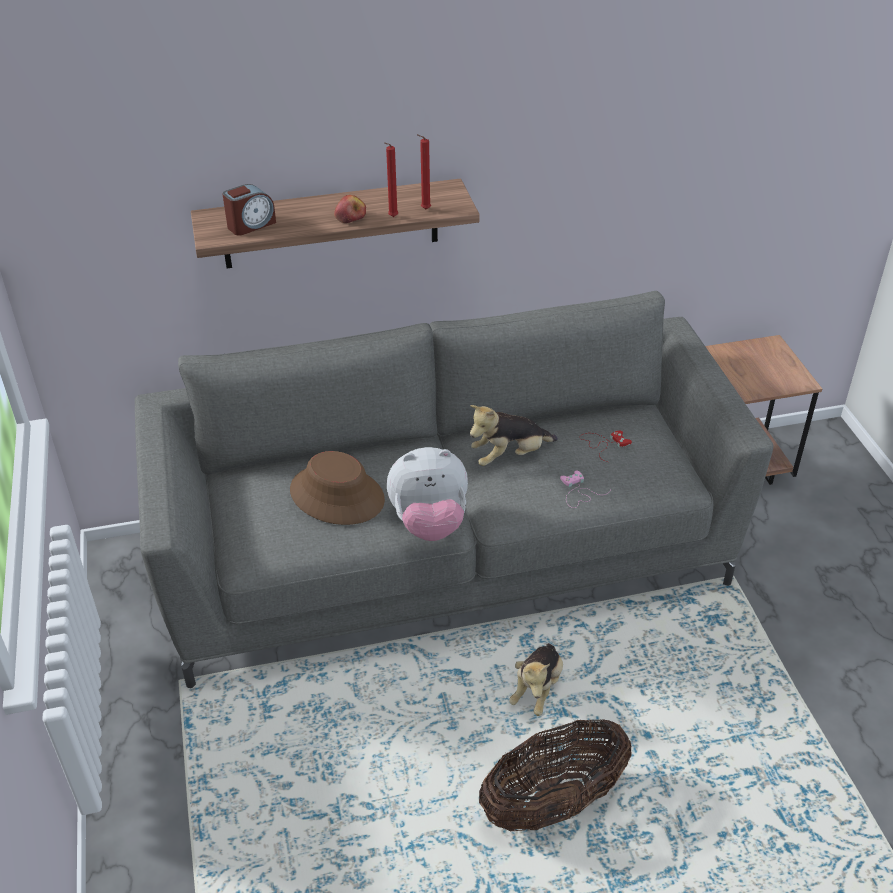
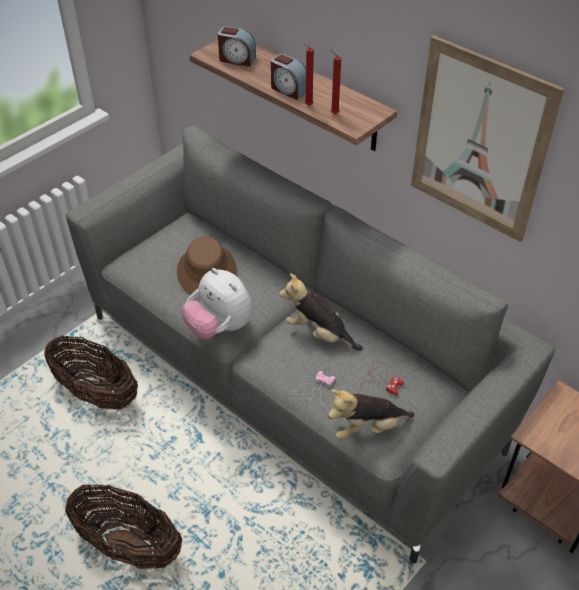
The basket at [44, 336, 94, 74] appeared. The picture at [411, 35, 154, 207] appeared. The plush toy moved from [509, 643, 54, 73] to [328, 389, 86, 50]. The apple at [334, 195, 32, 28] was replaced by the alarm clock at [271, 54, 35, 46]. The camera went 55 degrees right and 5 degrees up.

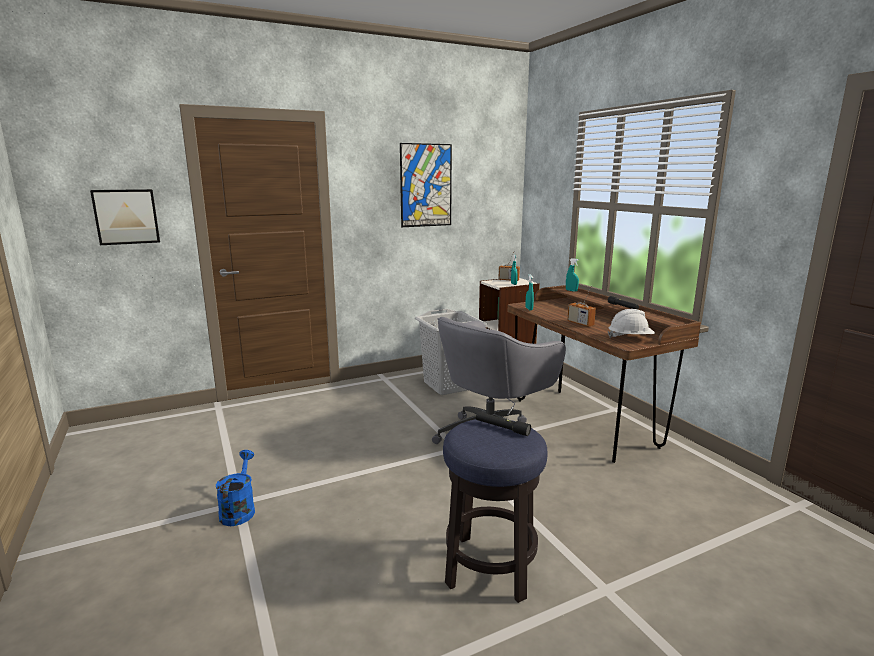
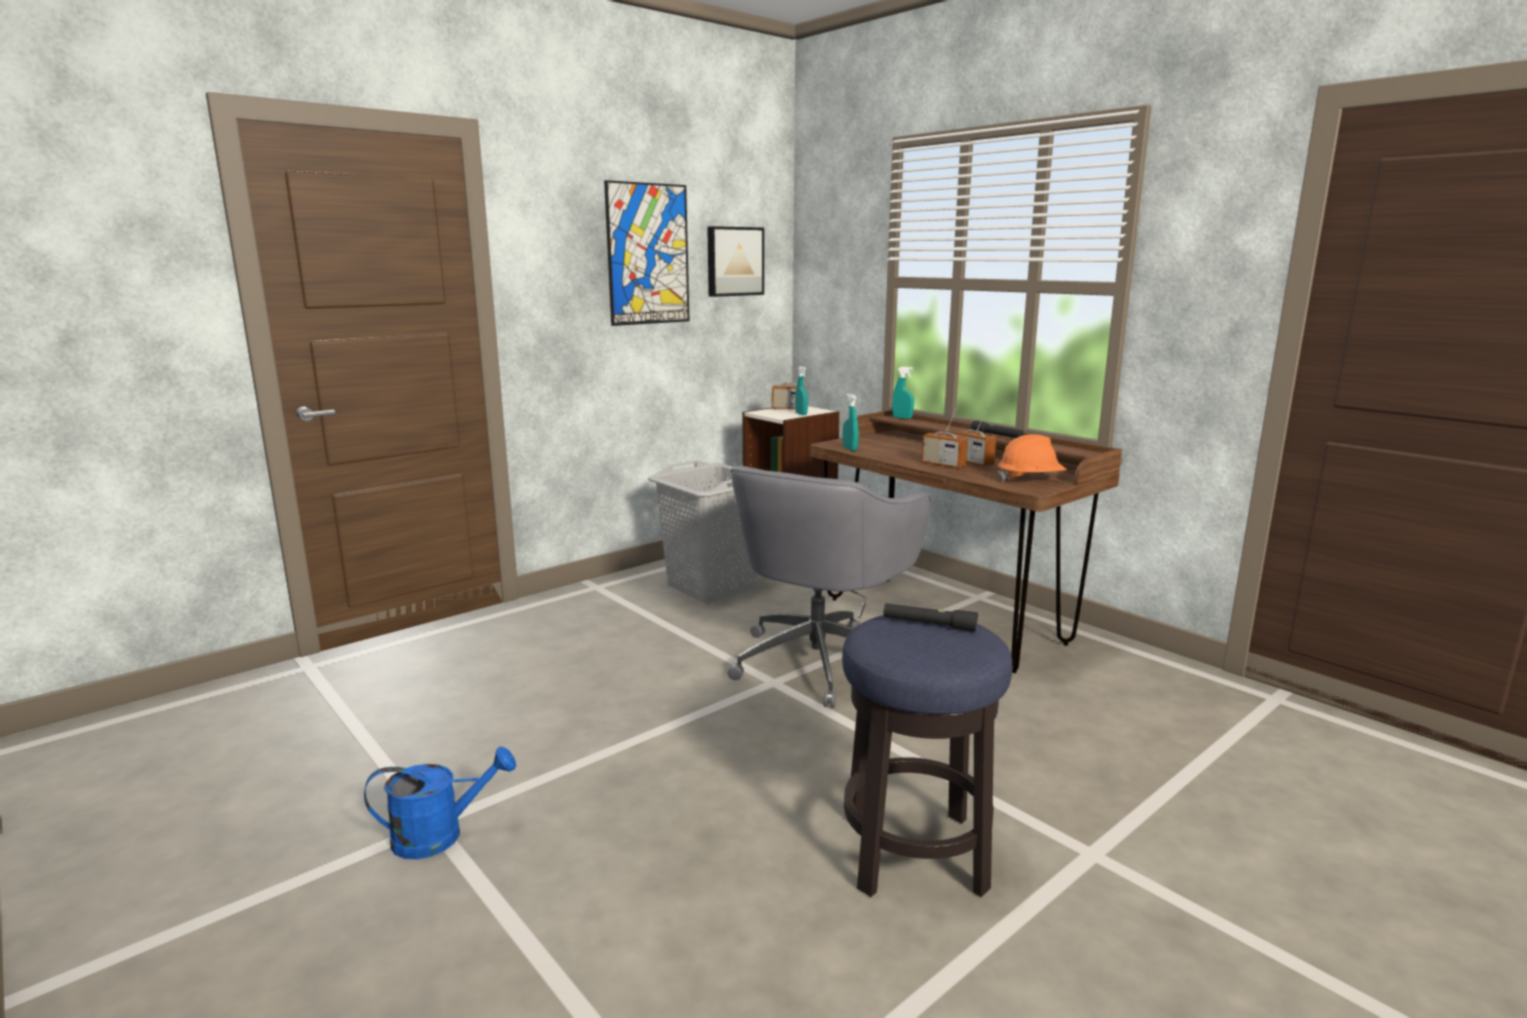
The radio at [954, 403, 42, 63] appeared. The picture moved from [90, 189, 70, 56] to [707, 226, 57, 71]. The white hard hat at [608, 309, 47, 29] became the orange hard hat at [998, 434, 69, 48]. The blue watering can at [216, 450, 39, 76] turned 90 degrees clockwise. The camera went 15 degrees left and 0 degrees up.

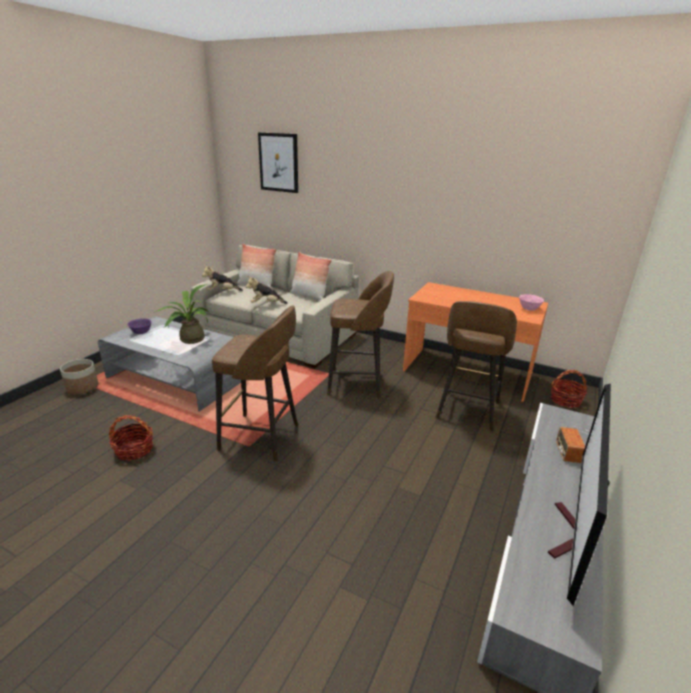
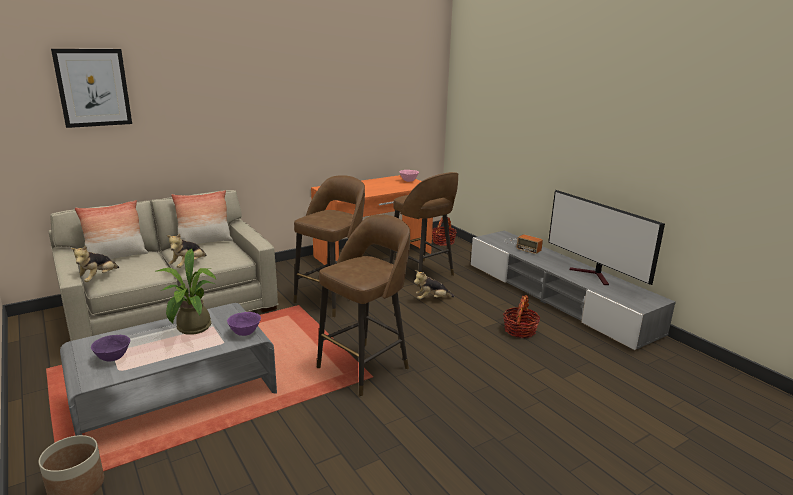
The purple bowl at [227, 312, 34, 24] appeared. The plush toy at [414, 270, 40, 29] appeared. The basket moved from [109, 415, 44, 46] to [503, 295, 38, 43]. The camera went 60 degrees left and 5 degrees down.

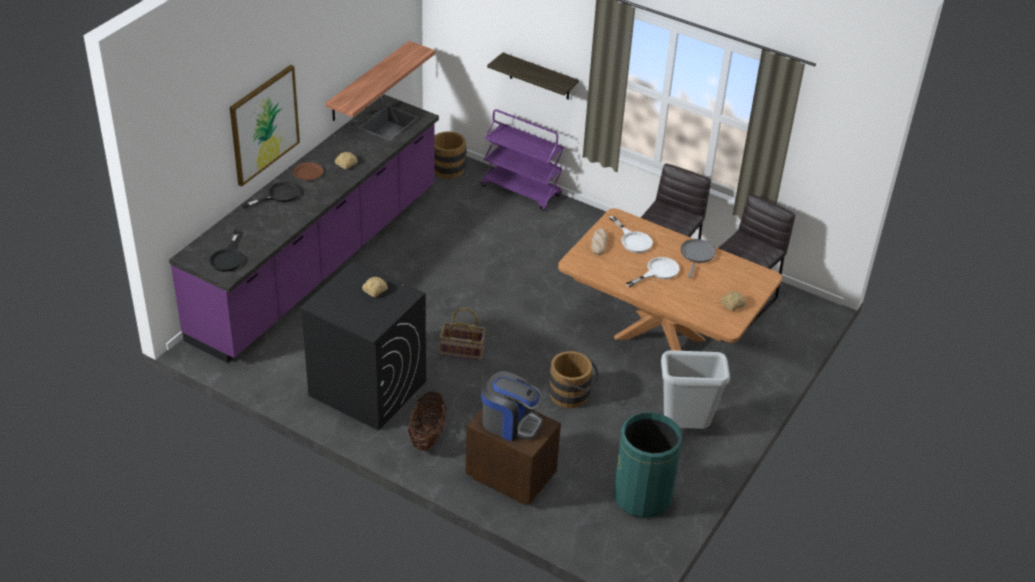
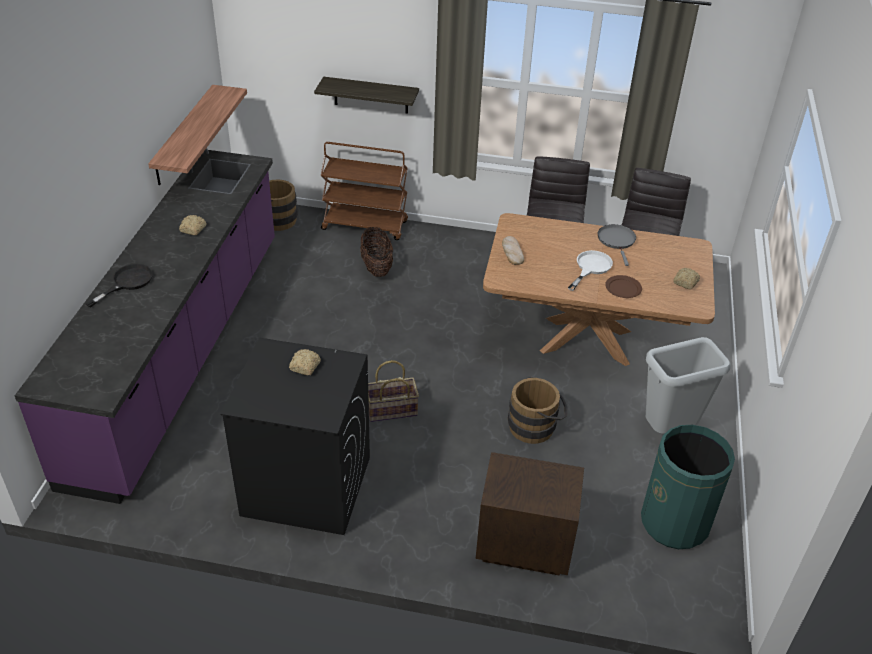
The black frying pan at [209, 229, 34, 43] disappeared. The picture at [230, 65, 70, 122] disappeared. The coffee machine at [481, 368, 62, 73] disappeared. The white frying pan at [610, 216, 43, 37] disappeared. The brown plate moved from [293, 162, 30, 18] to [605, 275, 37, 23]. The basket moved from [408, 391, 39, 60] to [360, 226, 33, 51]. The purple cart at [481, 109, 83, 102] became the brown cart at [321, 142, 87, 98]. The camera went 20 degrees left and 0 degrees up.

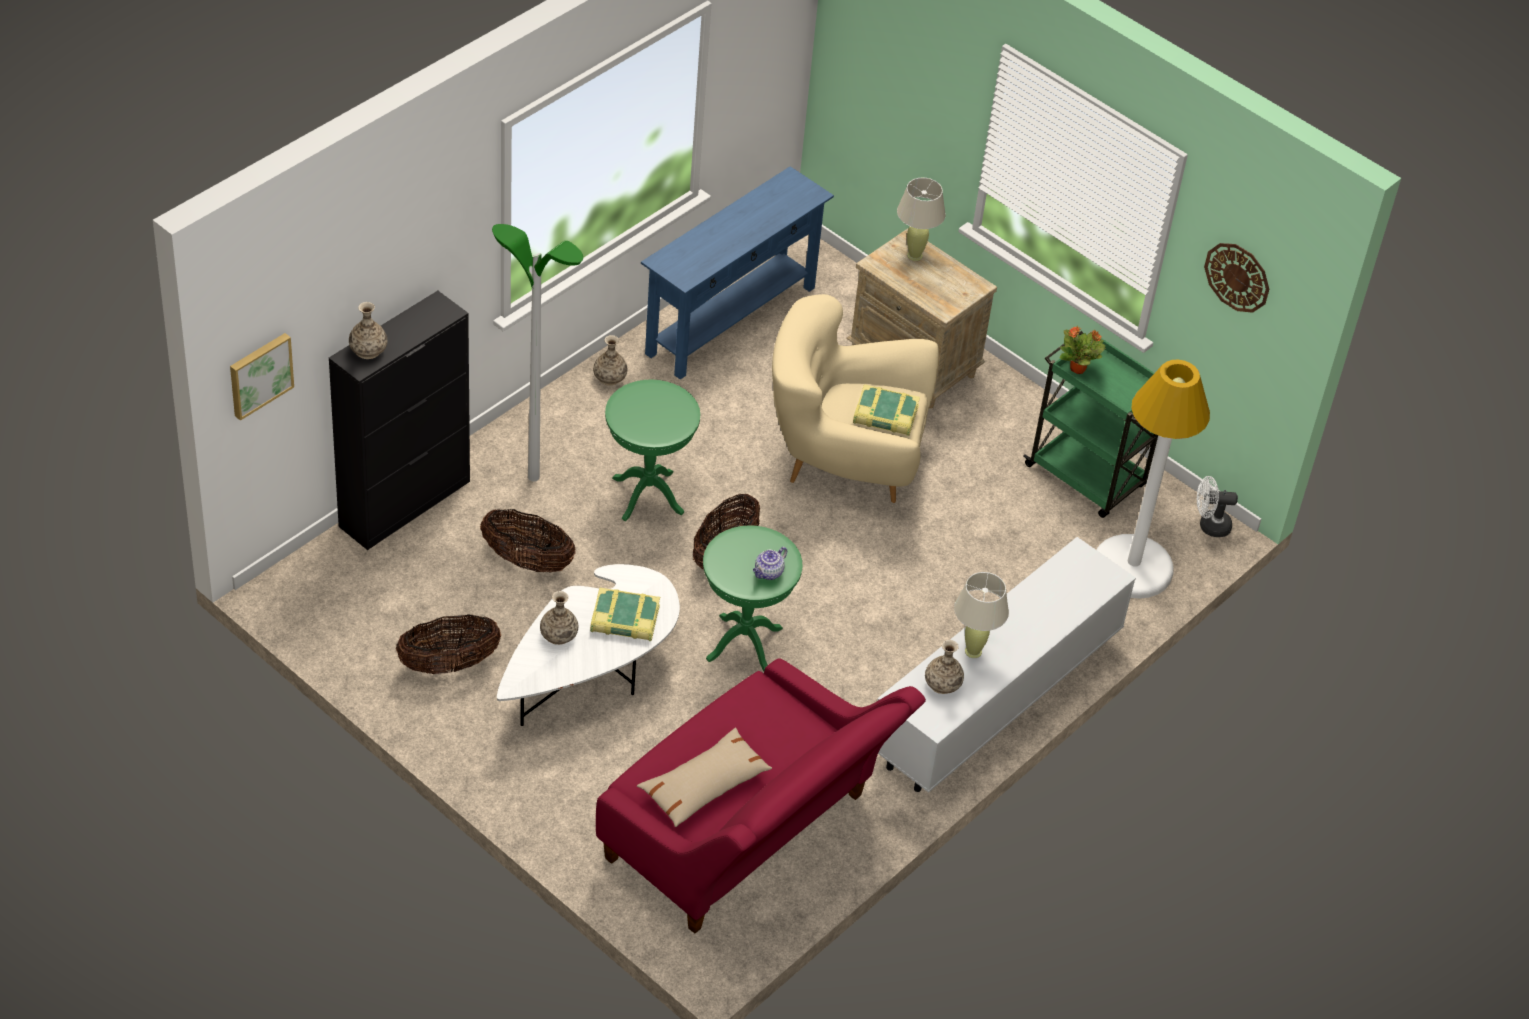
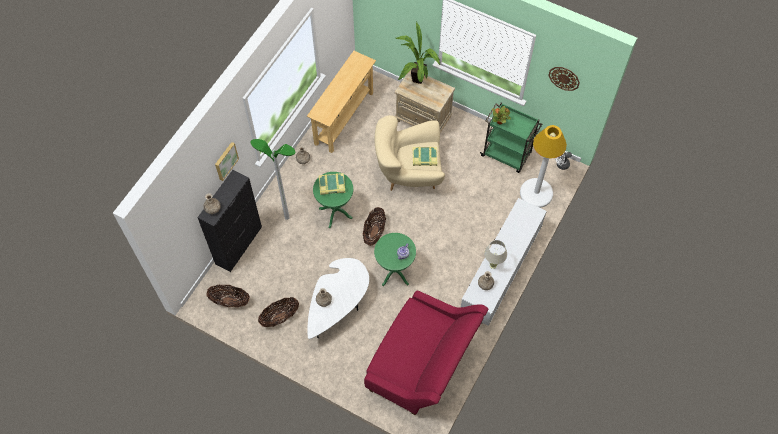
The beige pillow at [637, 728, 135, 99] disappeared. The picture moved from [230, 333, 64, 88] to [215, 142, 24, 39]. The basket moved from [480, 509, 95, 63] to [206, 285, 44, 23]. The book moved from [590, 587, 70, 54] to [319, 173, 27, 22]. The beige table lamp at [897, 178, 49, 83] was replaced by the potted plant at [396, 22, 44, 62]. The blue console table at [641, 166, 193, 214] became the beige console table at [307, 51, 69, 102]. The camera went 10 degrees left and 15 degrees up.

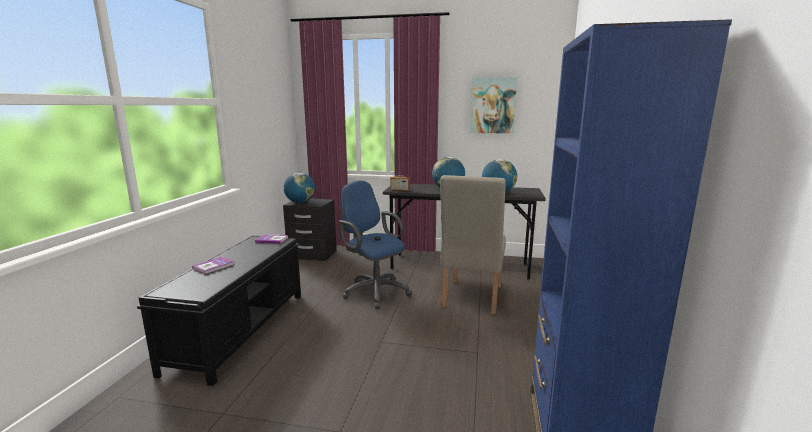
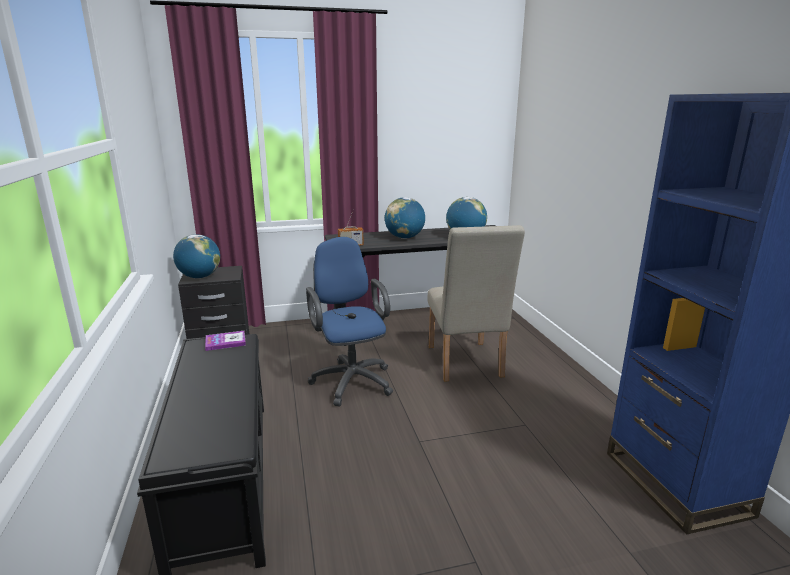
The book at [192, 257, 43, 17] disappeared. The picture at [470, 77, 47, 57] disappeared. The blue office chair at [339, 180, 73, 129] turned 45 degrees clockwise. The camera went 25 degrees left and 5 degrees up.

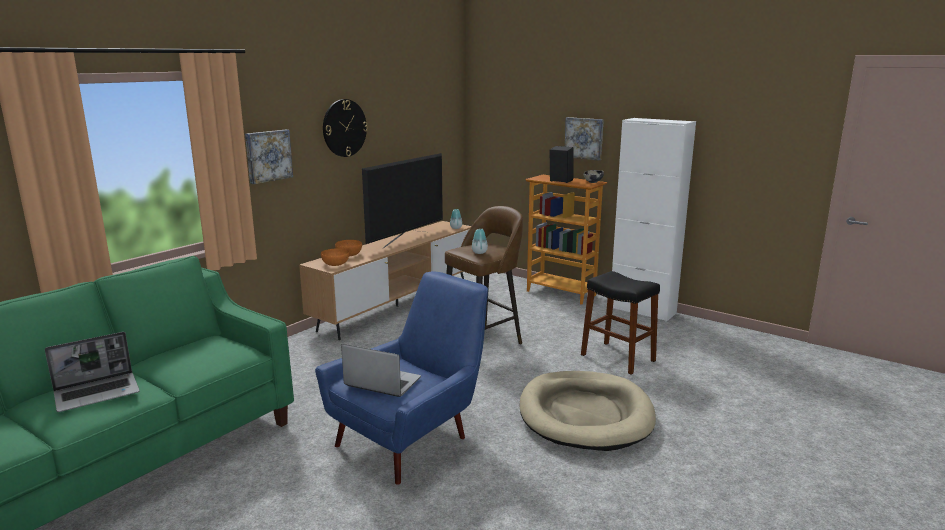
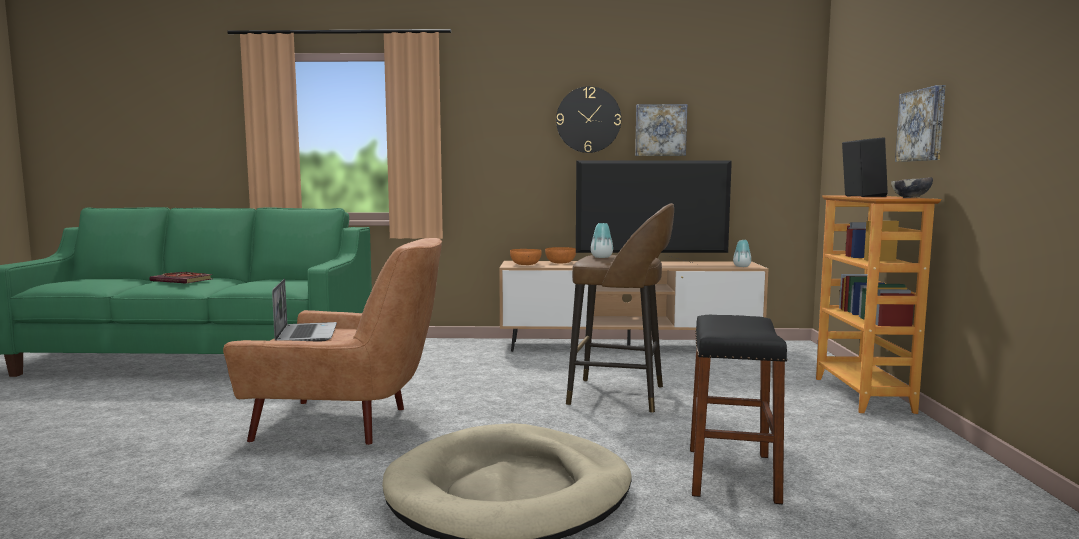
The white cabinet at [612, 118, 84, 204] disappeared. The picture moved from [245, 129, 48, 55] to [635, 104, 52, 52]. The laptop at [45, 332, 95, 80] was replaced by the book at [149, 272, 64, 11]. The blue armchair at [315, 271, 173, 214] became the brown armchair at [223, 238, 219, 207]. The camera went 55 degrees right and 10 degrees down.

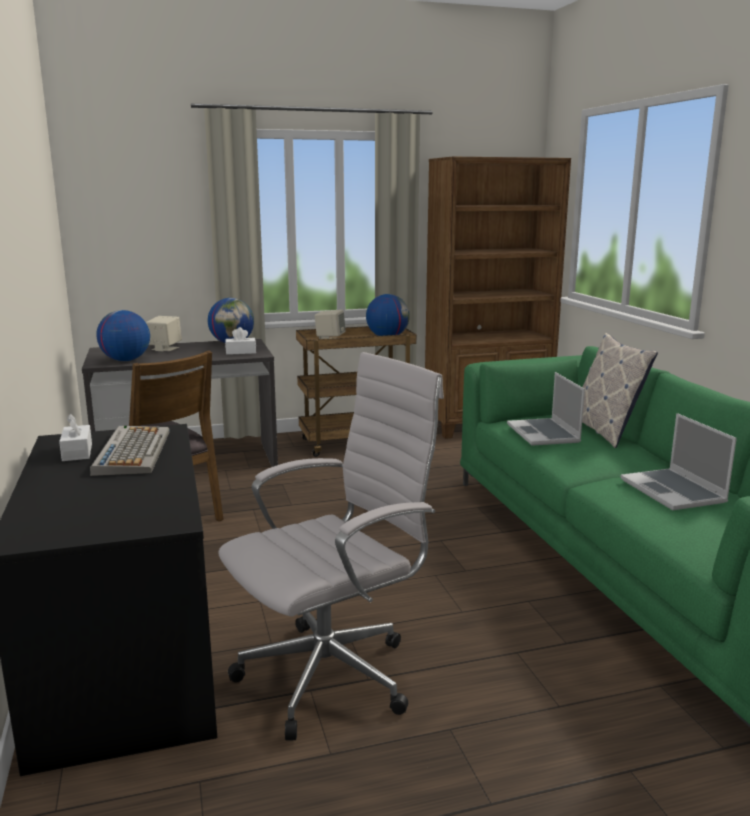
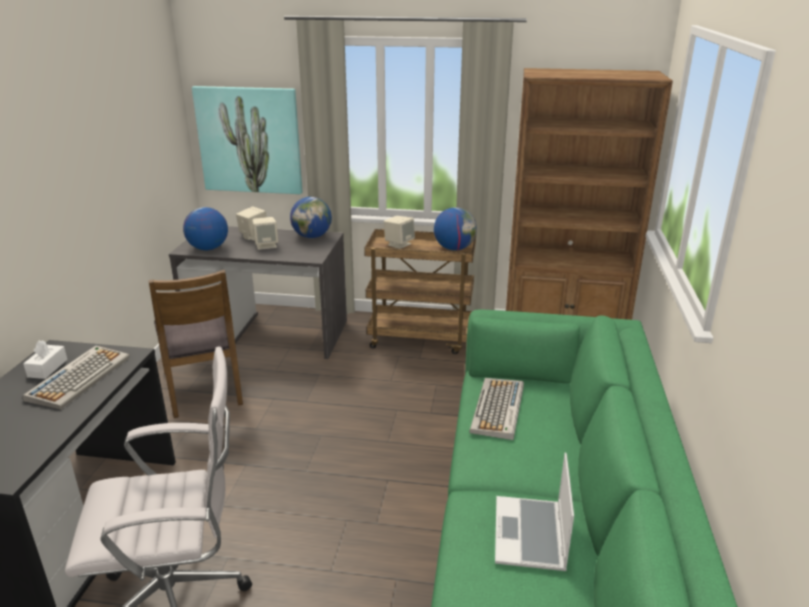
The white tissue box at [225, 327, 31, 28] disappeared. The pillow at [582, 333, 76, 115] disappeared. The picture at [192, 86, 110, 108] appeared. The beige speaker at [252, 217, 26, 33] appeared. The laptop at [507, 372, 78, 74] was replaced by the keyboard at [470, 378, 54, 62]. The camera went 25 degrees right and 10 degrees up.

